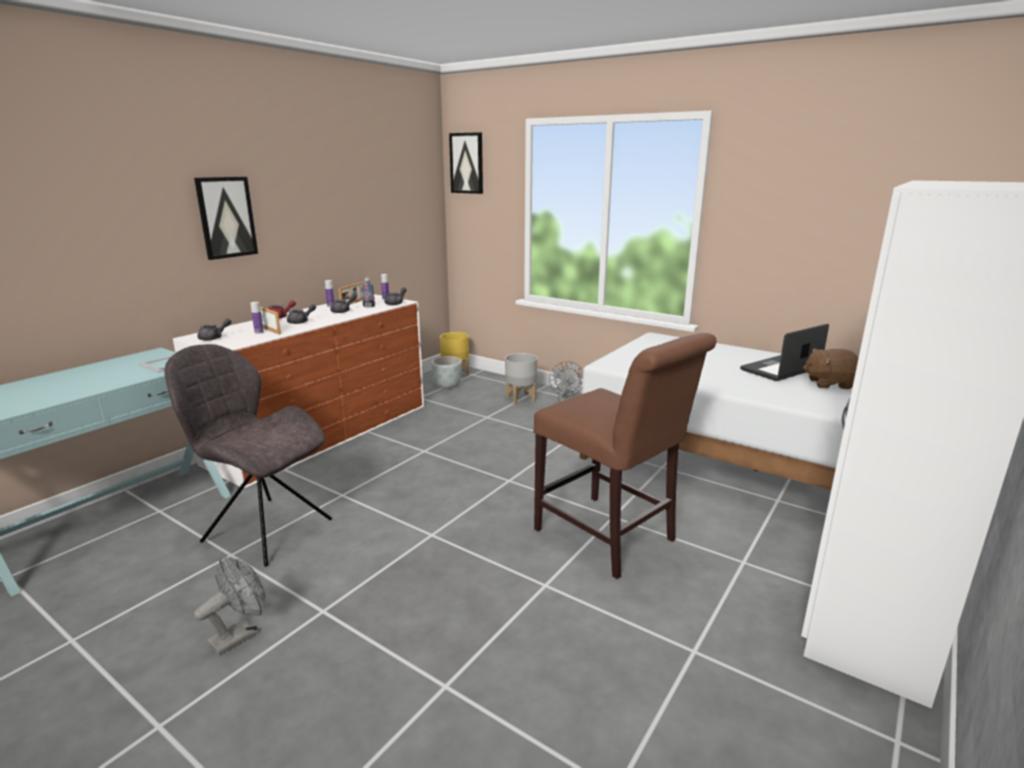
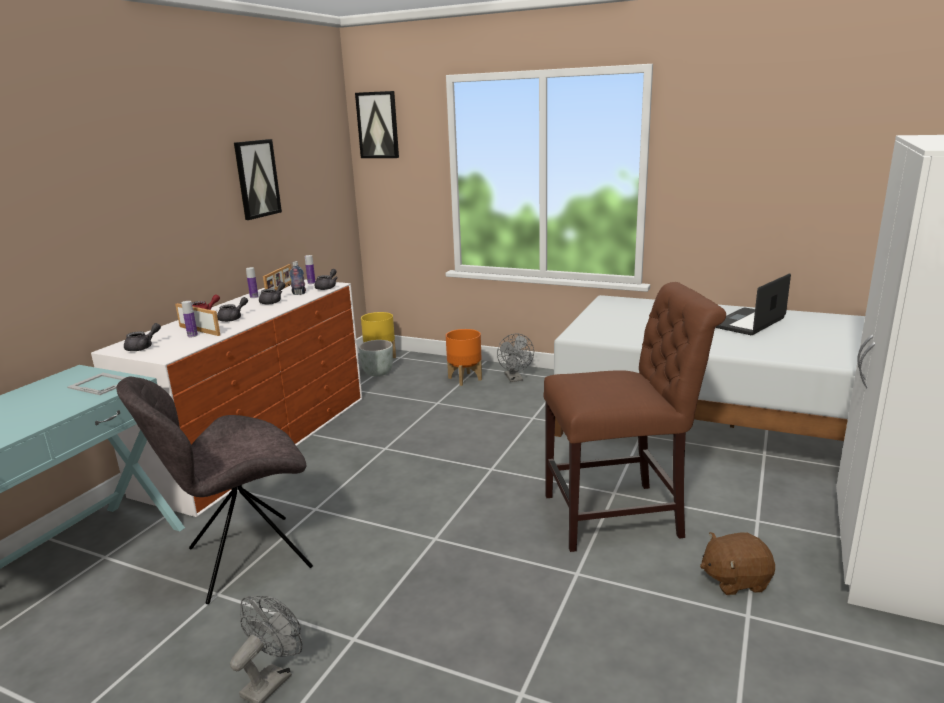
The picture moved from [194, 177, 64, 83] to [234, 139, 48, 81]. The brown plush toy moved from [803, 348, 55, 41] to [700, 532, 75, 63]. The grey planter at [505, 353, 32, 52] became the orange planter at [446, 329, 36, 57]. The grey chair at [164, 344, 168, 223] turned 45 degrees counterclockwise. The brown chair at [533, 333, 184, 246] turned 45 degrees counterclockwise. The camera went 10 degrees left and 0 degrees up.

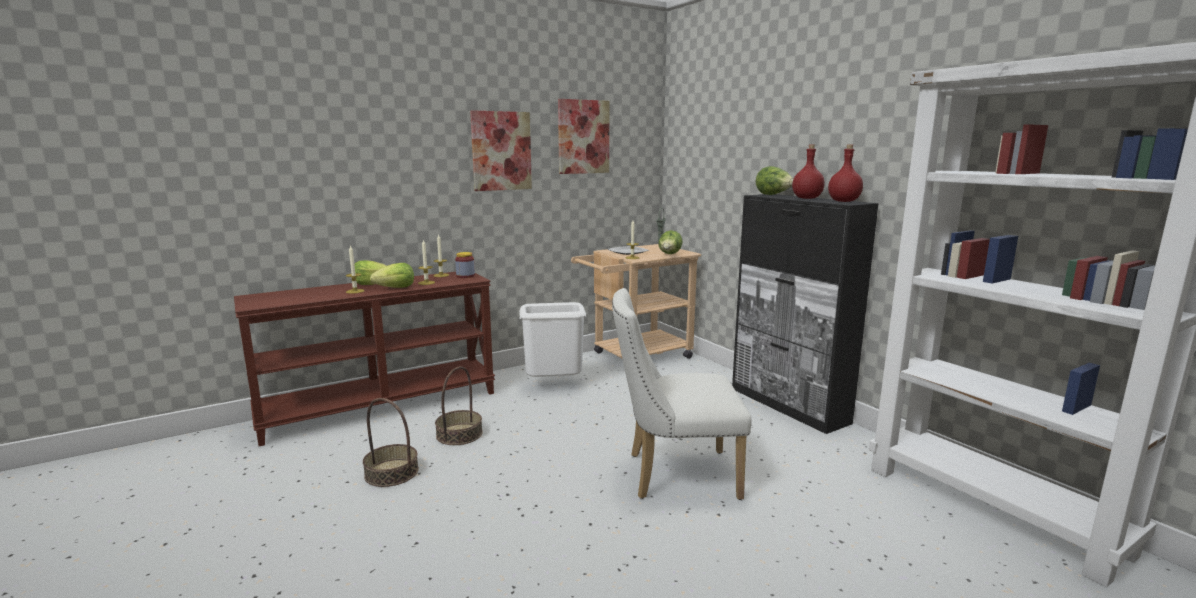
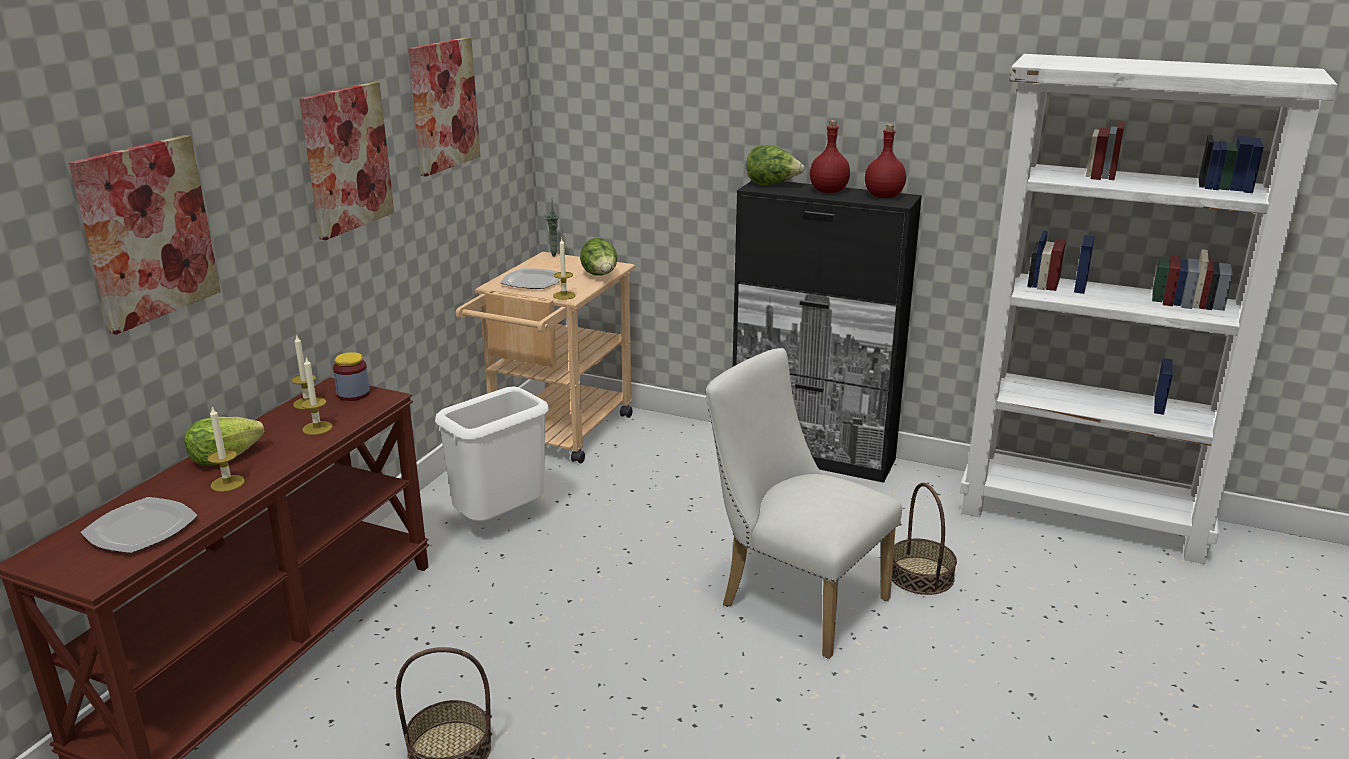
The lettuce at [370, 263, 44, 25] disappeared. The picture at [69, 135, 152, 200] appeared. The plate at [81, 497, 117, 56] appeared. The basket moved from [435, 366, 48, 79] to [892, 483, 65, 112]. The white chair at [612, 288, 140, 212] turned 75 degrees clockwise. The camera went 35 degrees left and 10 degrees up.

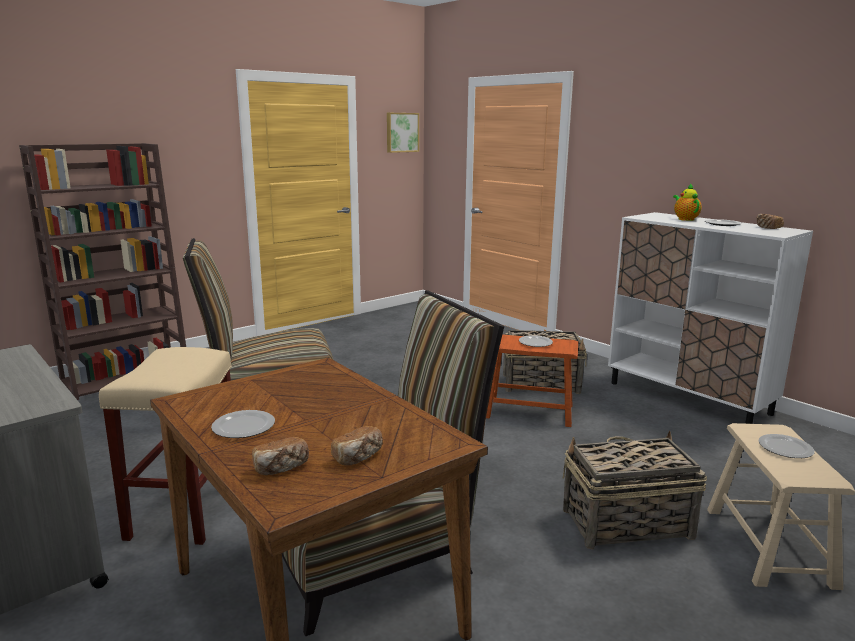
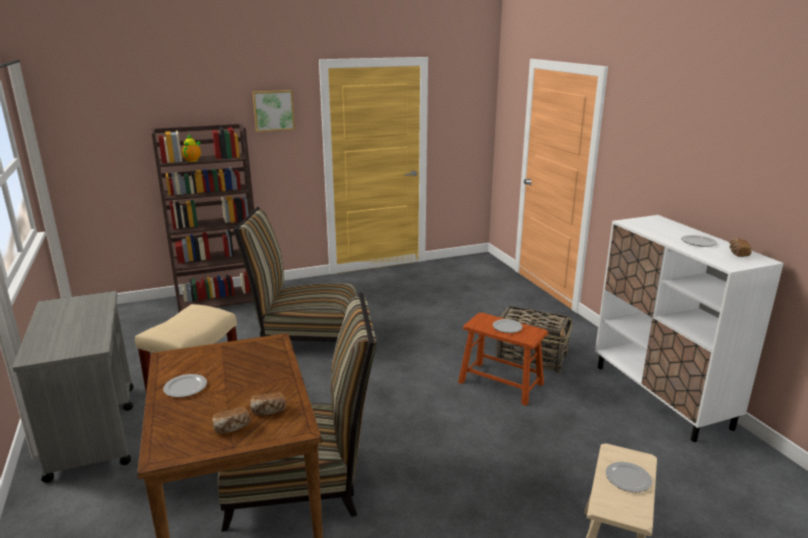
The basket at [563, 431, 144, 119] disappeared. The bread moved from [252, 437, 57, 38] to [250, 392, 36, 23]. The picture moved from [387, 113, 32, 40] to [253, 90, 42, 42]. The teapot moved from [673, 183, 29, 38] to [181, 135, 20, 27]. The camera went 20 degrees right and 5 degrees up.

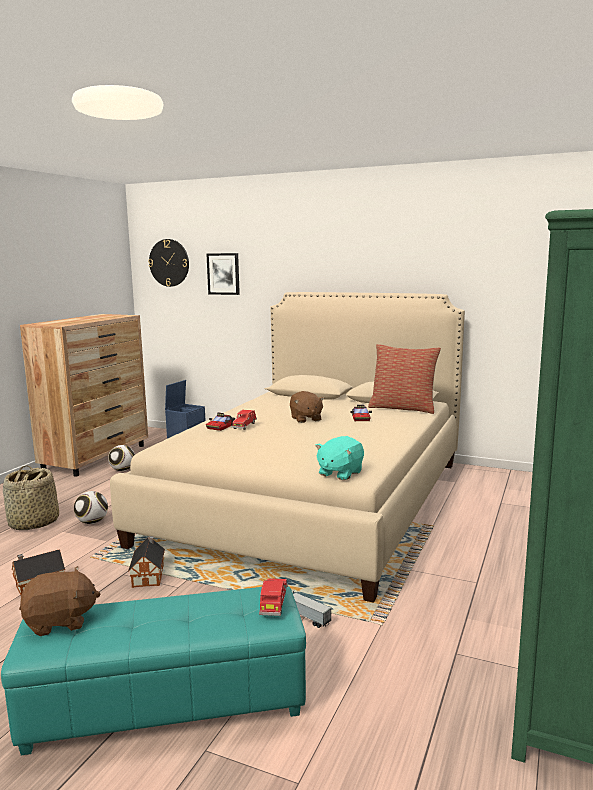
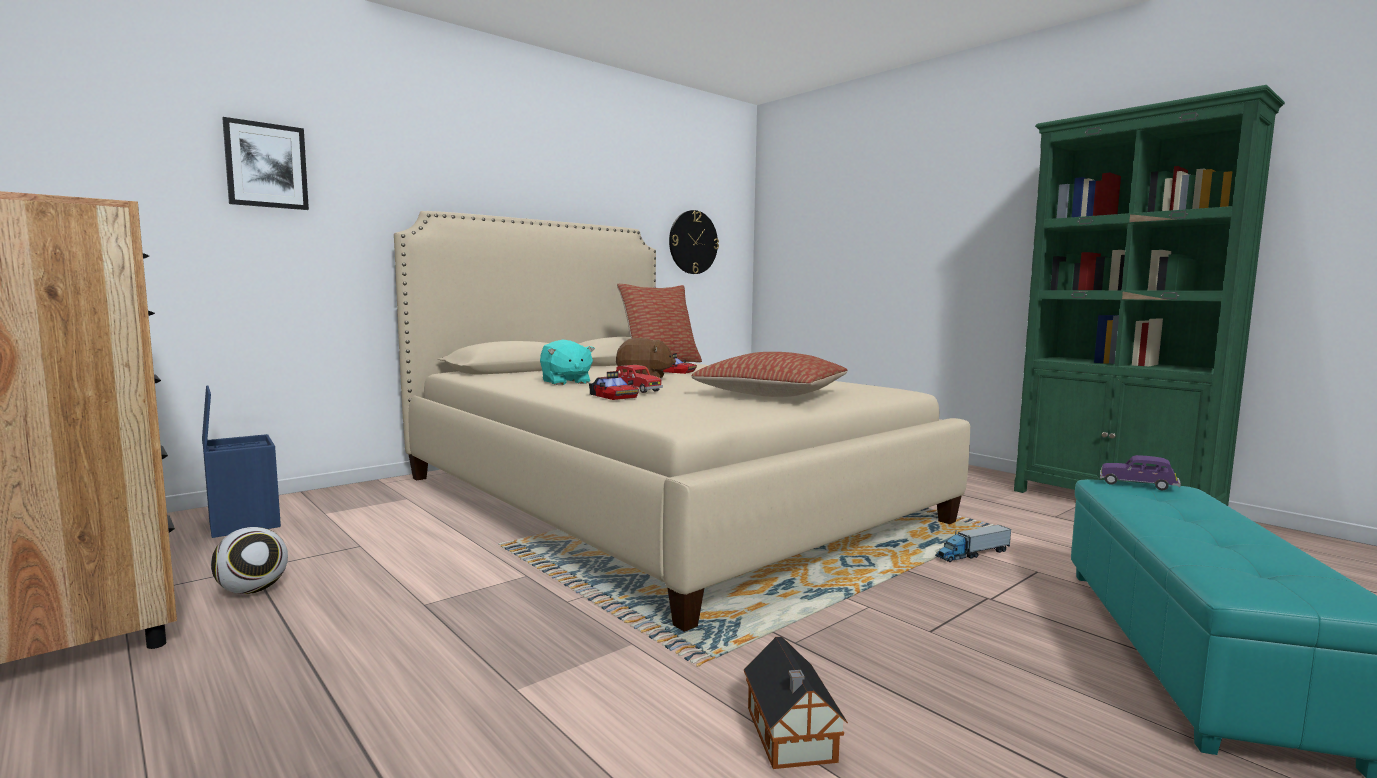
The basket at [3, 465, 56, 65] disappeared. The brown plush toy at [19, 566, 81, 70] disappeared. The football at [74, 491, 34, 33] disappeared. The toy house at [128, 536, 37, 52] disappeared. The pillow at [691, 352, 156, 45] appeared. The wall clock moved from [148, 239, 41, 48] to [669, 210, 50, 64]. The turquoise plush toy moved from [315, 436, 49, 44] to [540, 340, 55, 45]. The red toy car at [259, 578, 29, 38] became the purple toy car at [1100, 455, 81, 35]. The camera went 65 degrees left and 5 degrees down.

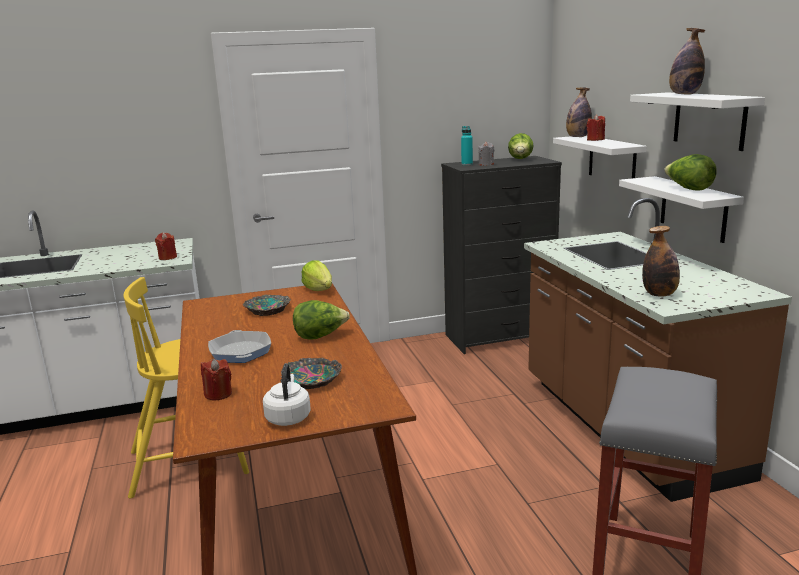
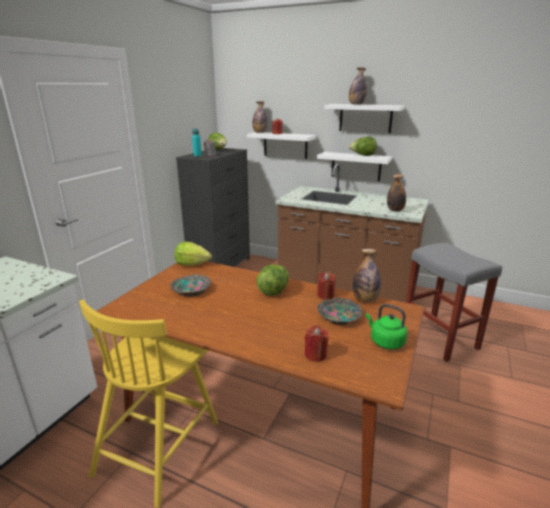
The frying pan at [208, 330, 63, 33] disappeared. The bottle at [353, 249, 28, 53] appeared. The red candle moved from [155, 232, 22, 28] to [317, 272, 18, 27]. The white kettle at [263, 363, 48, 63] became the green kettle at [366, 304, 42, 46]. The camera went 50 degrees left and 5 degrees up.

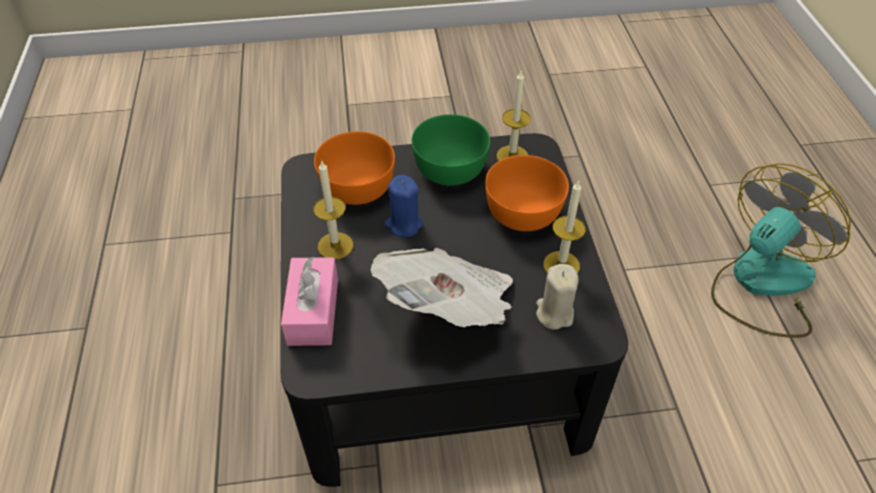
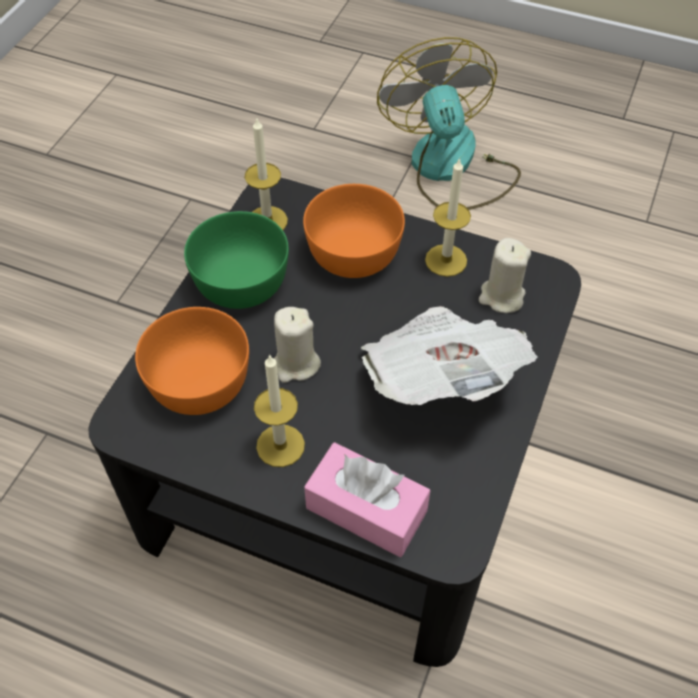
The blue candle at [384, 175, 40, 62] became the beige candle at [274, 307, 47, 76]. The camera went 60 degrees left and 5 degrees up.

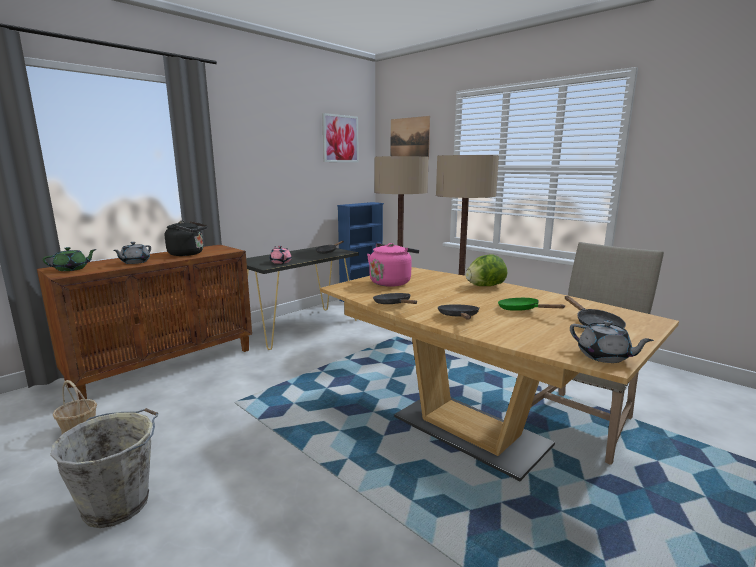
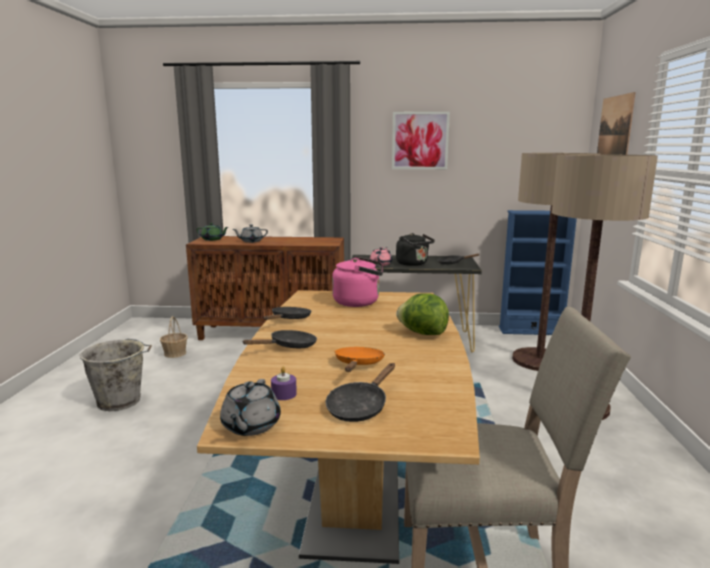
The purple candle at [271, 367, 26, 33] appeared. The black kettle moved from [165, 221, 43, 35] to [396, 233, 39, 33]. The picture moved from [322, 113, 37, 49] to [392, 112, 58, 57]. The green frying pan at [498, 298, 67, 13] became the orange frying pan at [335, 347, 50, 25]. The camera went 50 degrees right and 0 degrees up.

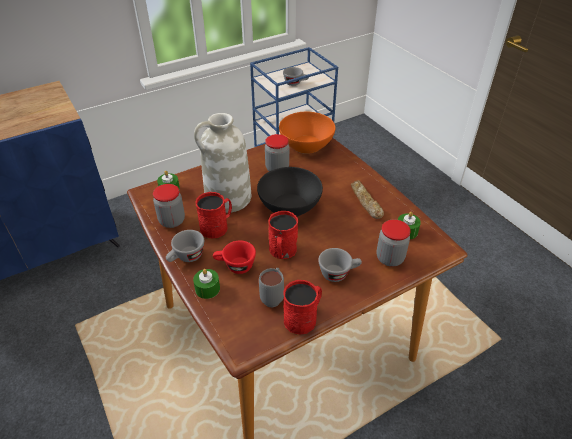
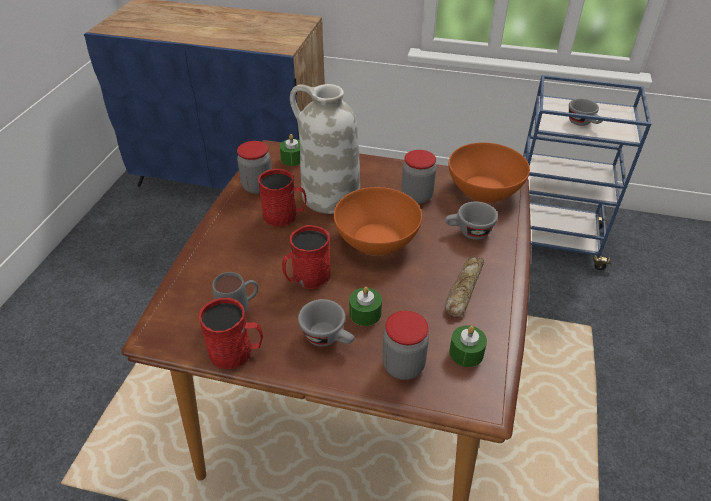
The red cup at [213, 240, 43, 34] disappeared. The grey cup moved from [166, 230, 38, 32] to [445, 201, 53, 39]. The green candle moved from [193, 269, 27, 30] to [349, 287, 33, 39]. The black bowl at [257, 167, 66, 50] became the orange bowl at [334, 187, 88, 69]. The camera went 45 degrees right and 0 degrees up.

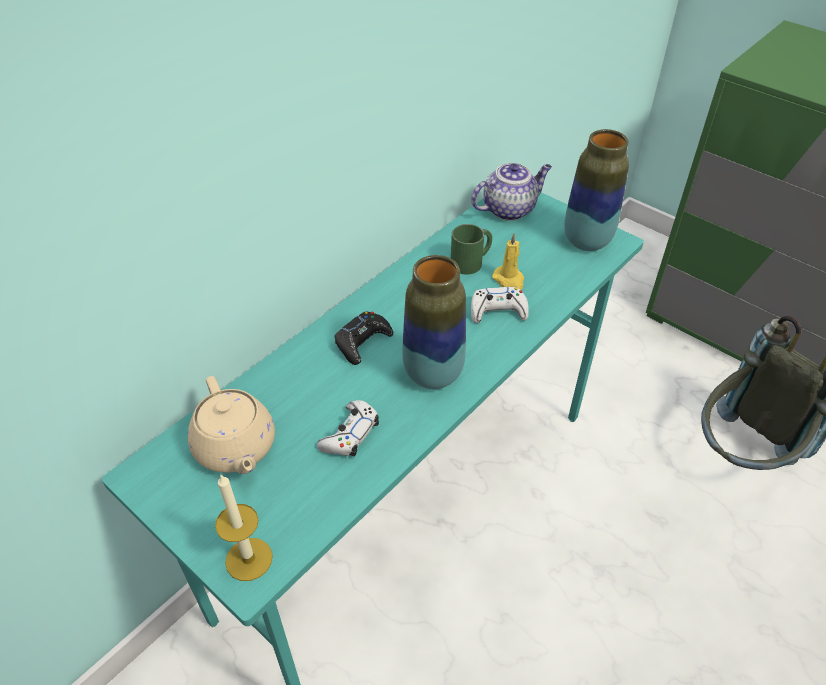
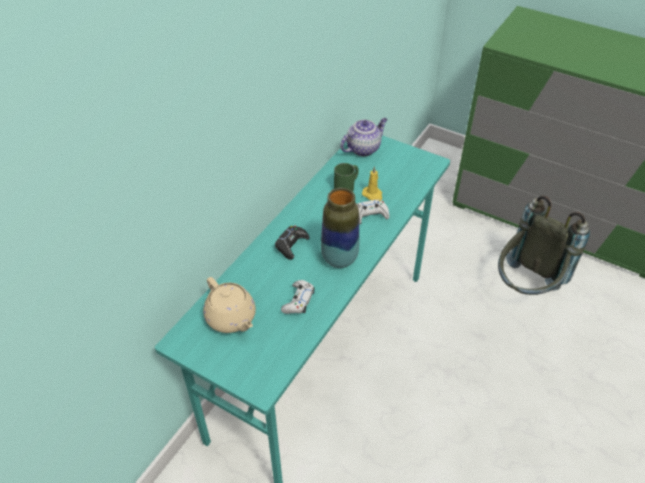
The candle at [215, 475, 58, 106] disappeared. The vase at [564, 129, 65, 122] disappeared. The camera went 10 degrees left and 0 degrees up.

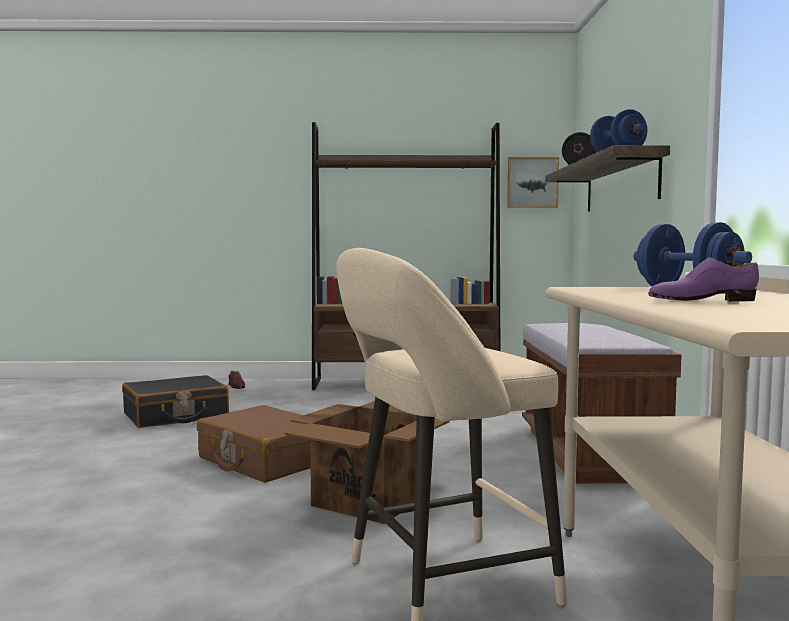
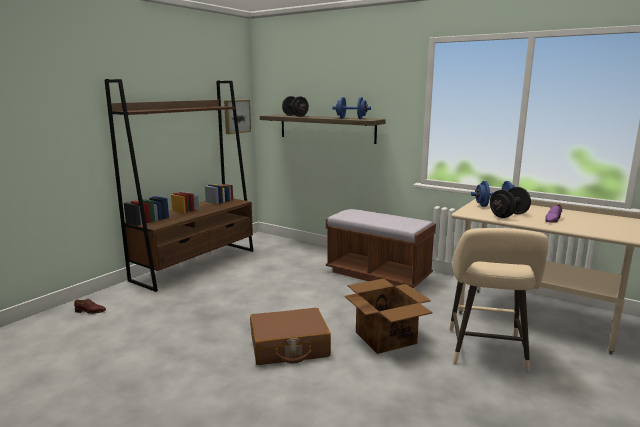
The black suitcase at [122, 375, 107, 53] disappeared. The black dumbbell at [490, 187, 41, 31] appeared. The camera went 55 degrees left and 10 degrees up.

